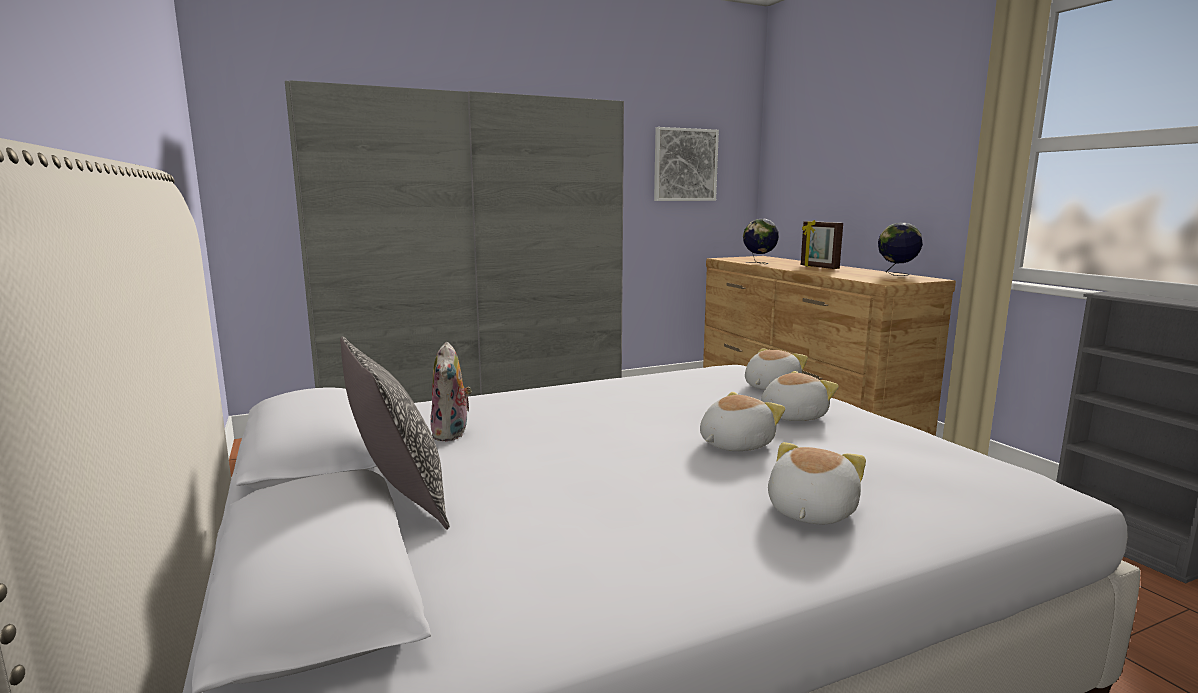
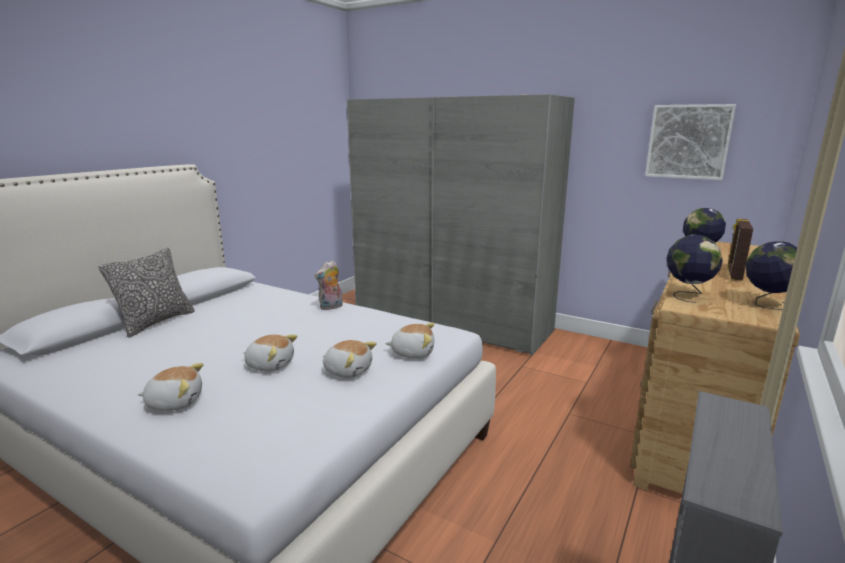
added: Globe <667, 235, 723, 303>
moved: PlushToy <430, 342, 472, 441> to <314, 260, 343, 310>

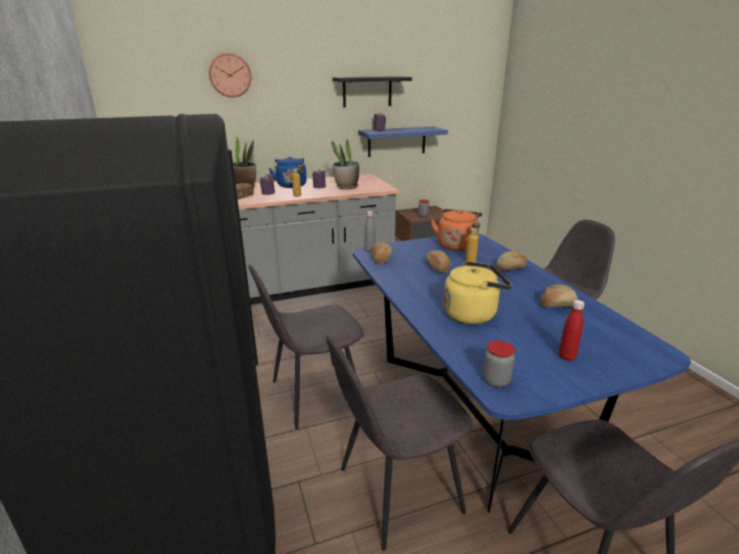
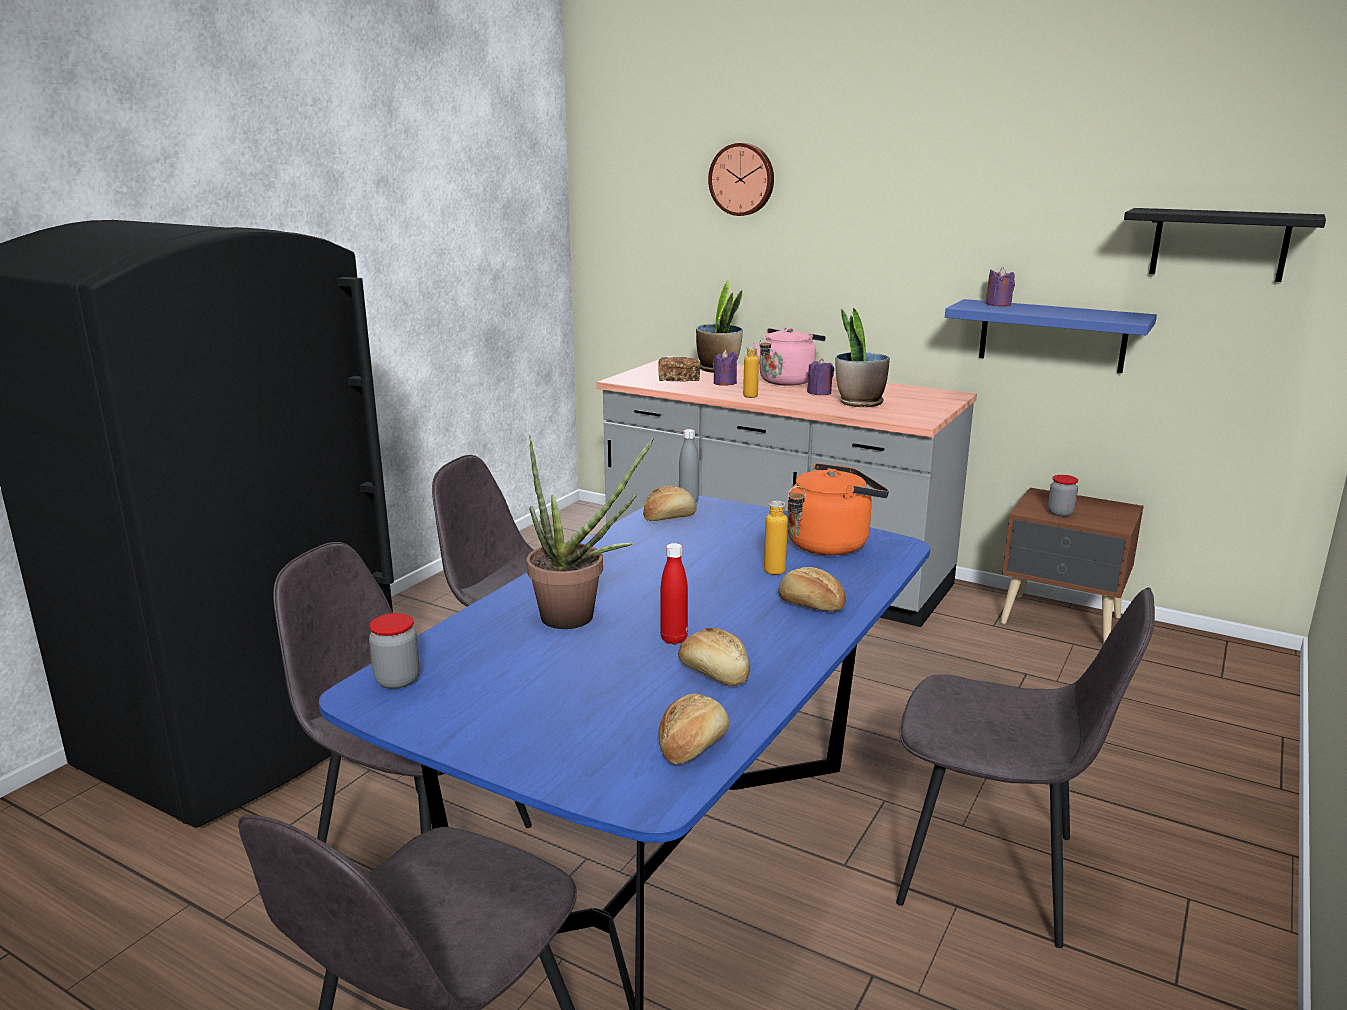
moved: BlackShelf <332, 76, 412, 108> to <1124, 208, 1326, 282>; Bread <426, 250, 450, 273> to <659, 694, 729, 764>; RedBottle <559, 300, 585, 361> to <660, 543, 688, 645>
replaced: YellowKettle <443, 261, 512, 324> to PottedPlant <526, 436, 654, 629>
recoloured: BlueKettle <269, 156, 307, 188> to PinkKettle <753, 327, 826, 386>

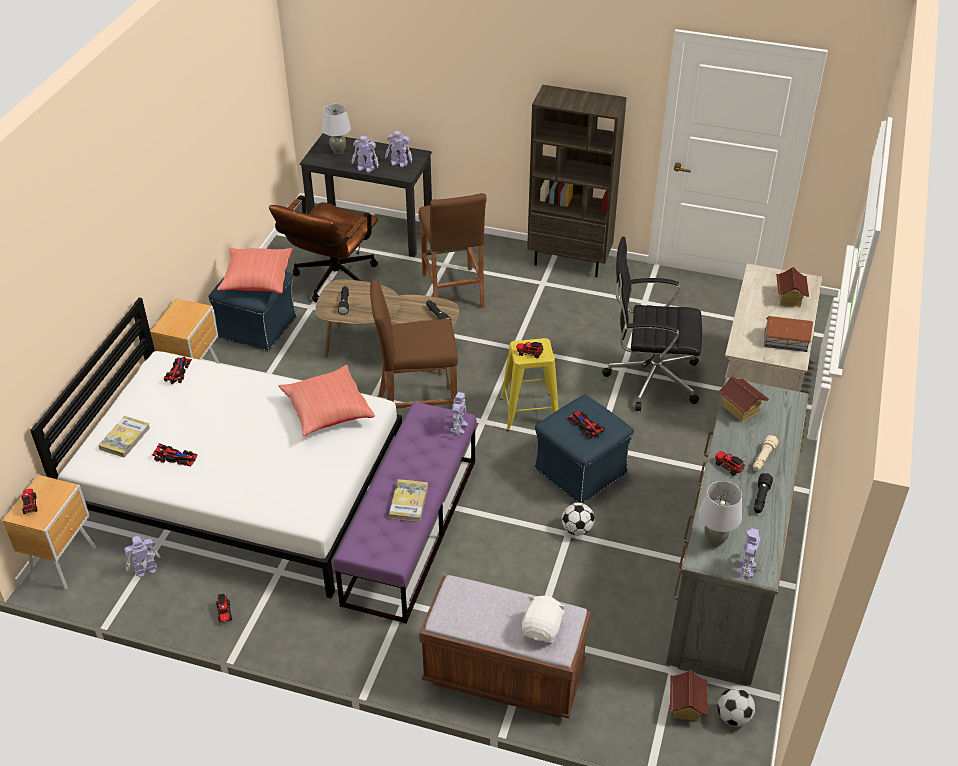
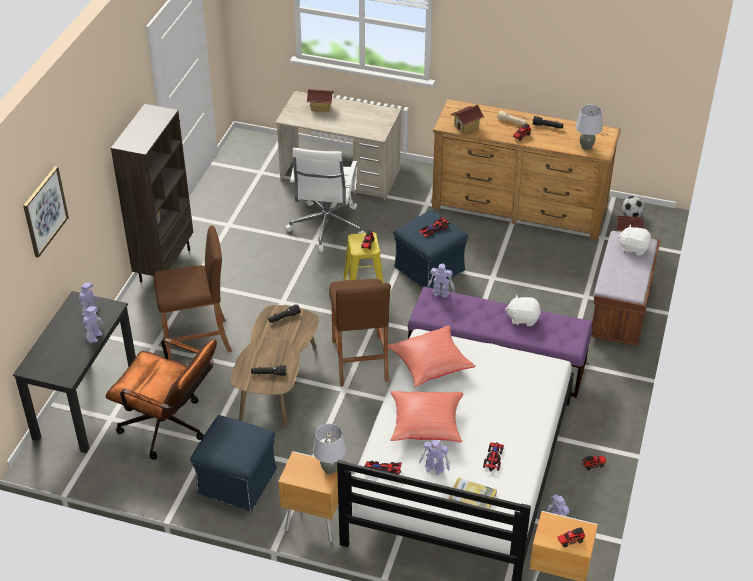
removed: Football <562, 503, 595, 536>; ToyHouse <764, 316, 813, 352>
added: Picture <23, 166, 69, 258>
moved: RedPillow <217, 248, 293, 294> to <390, 391, 463, 442>; GreyTableLamp <322, 104, 351, 154> to <313, 424, 346, 474>; ToyRobot <736, 528, 760, 580> to <419, 440, 450, 475>
replaced: Book <389, 479, 428, 522> to WhitePlushToy <505, 294, 541, 326>
recoloured: BlackOfficeChair <602, 236, 702, 411> to WhiteOfficeChair <285, 148, 365, 252>; GreyDresser <666, 378, 809, 685> to BrownDresser <432, 99, 621, 240>

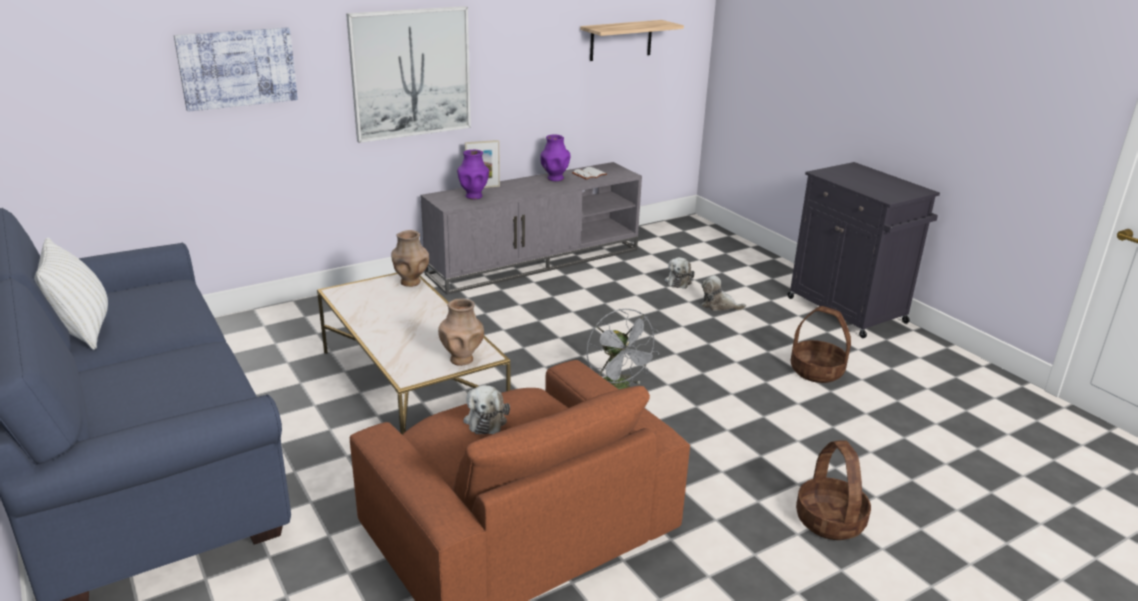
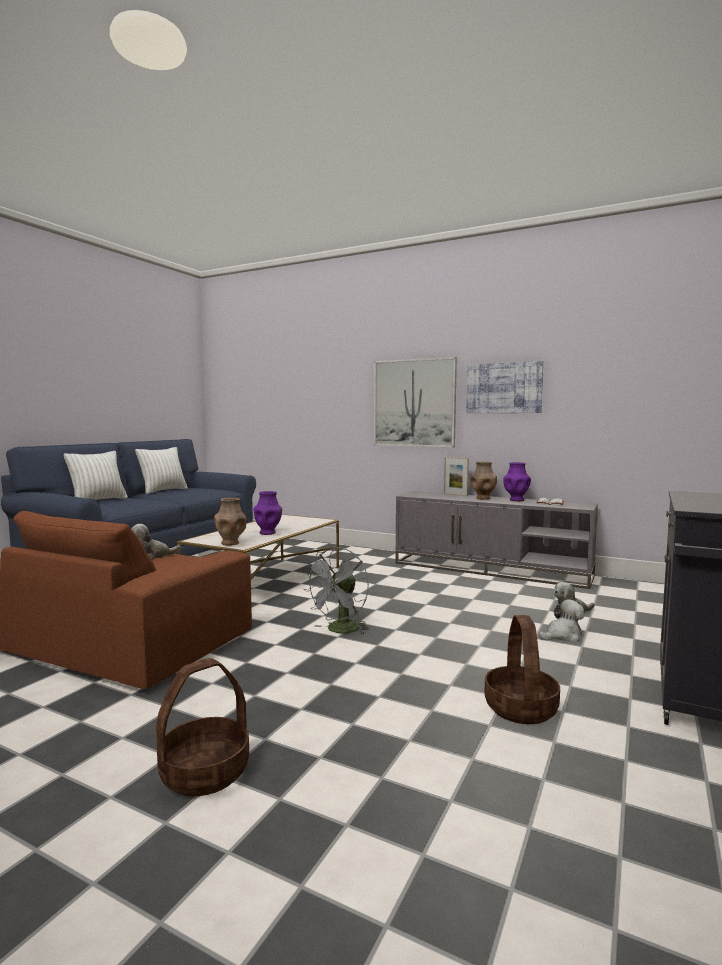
removed: Shelf <580, 20, 684, 61>
added: WhitePillow <64, 451, 128, 500>
moved: Picture <174, 27, 298, 112> to <466, 361, 543, 413>; BrownVase <391, 230, 429, 287> to <470, 462, 497, 500>; PurpleVase <457, 150, 489, 200> to <254, 491, 282, 535>
turned: PlushToy <701, 275, 746, 311> = <539, 599, 585, 642> 75 degrees clockwise

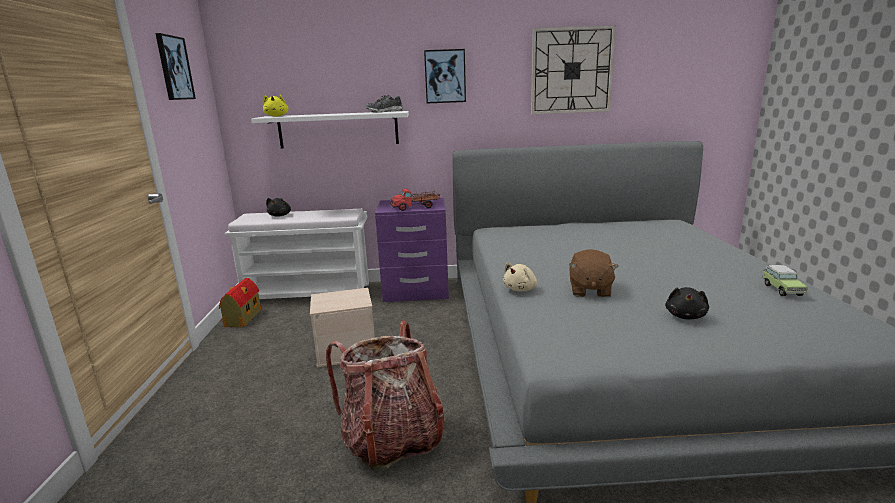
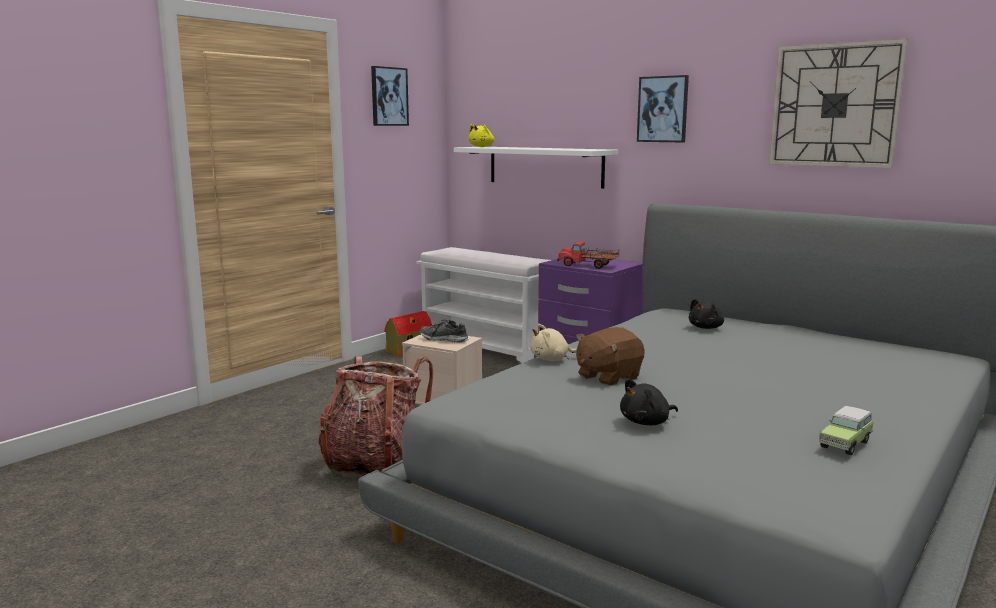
moved: BlackPlushToy <266, 198, 291, 217> to <689, 299, 724, 329>; Shoe <365, 95, 403, 113> to <420, 320, 469, 343>

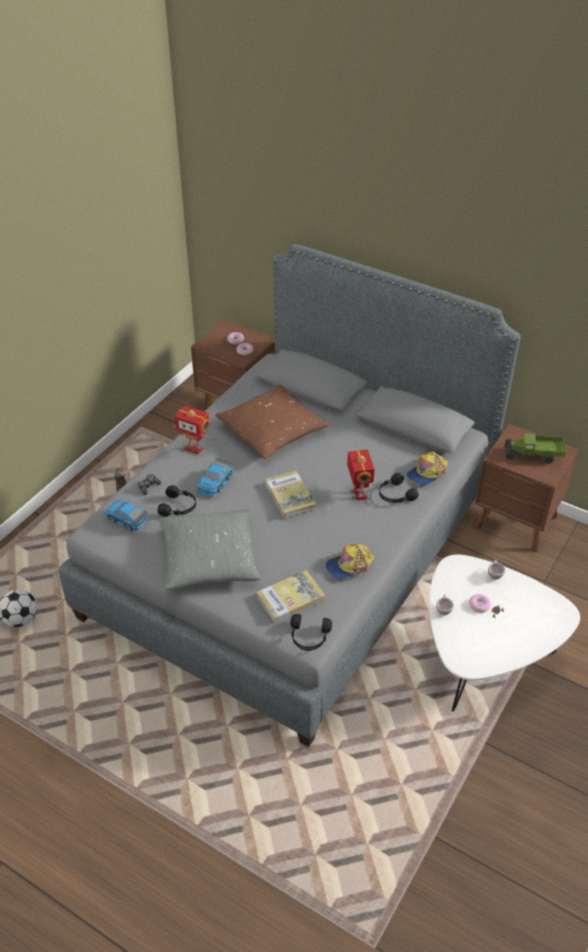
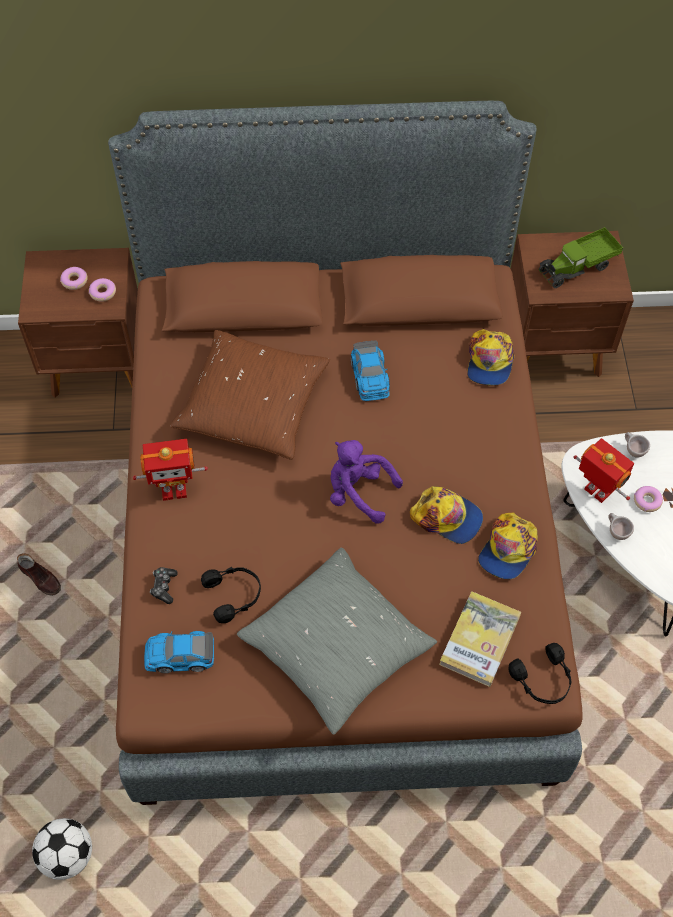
removed: BlackHeadphones <379, 473, 419, 503>
added: Cap <410, 486, 483, 544>
moved: ToyCar <197, 458, 233, 497> to <350, 341, 390, 401>; ToyRobot <347, 449, 375, 500> to <574, 438, 634, 503>
replaced: Book <265, 471, 316, 518> to PurplePlushToy <330, 440, 403, 524>
recoloured: GreyBed <59, 244, 521, 747> to BrownBed <108, 101, 583, 805>

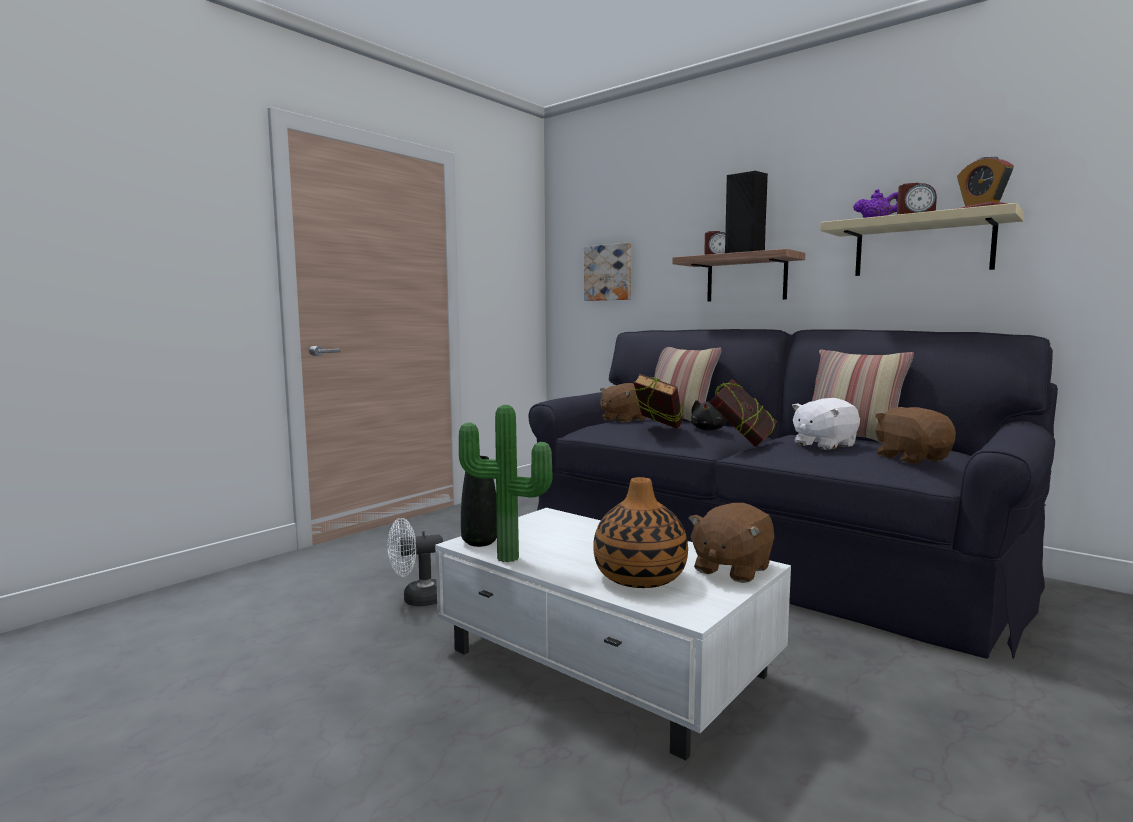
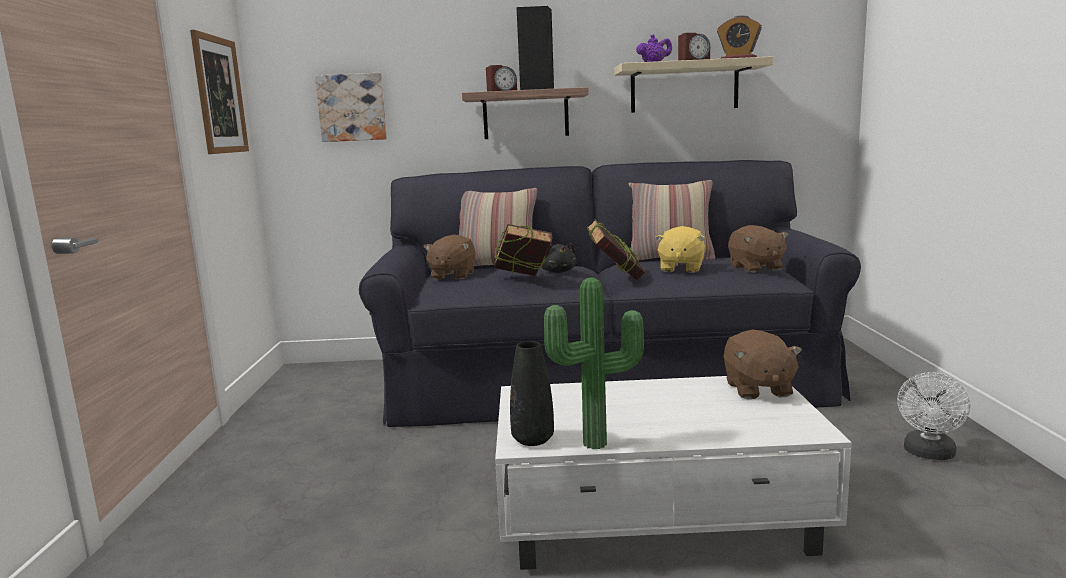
removed: Vase <593, 477, 688, 588>
added: Picture <190, 30, 249, 154>
moved: WhiteFan <387, 518, 443, 606> to <897, 372, 970, 460>
recoloured: WhitePlushToy <792, 398, 860, 450> to YellowPlushToy <655, 226, 705, 273>
turned: BrownPlushToy <875, 407, 956, 464> = <728, 225, 789, 273> 135 degrees counterclockwise

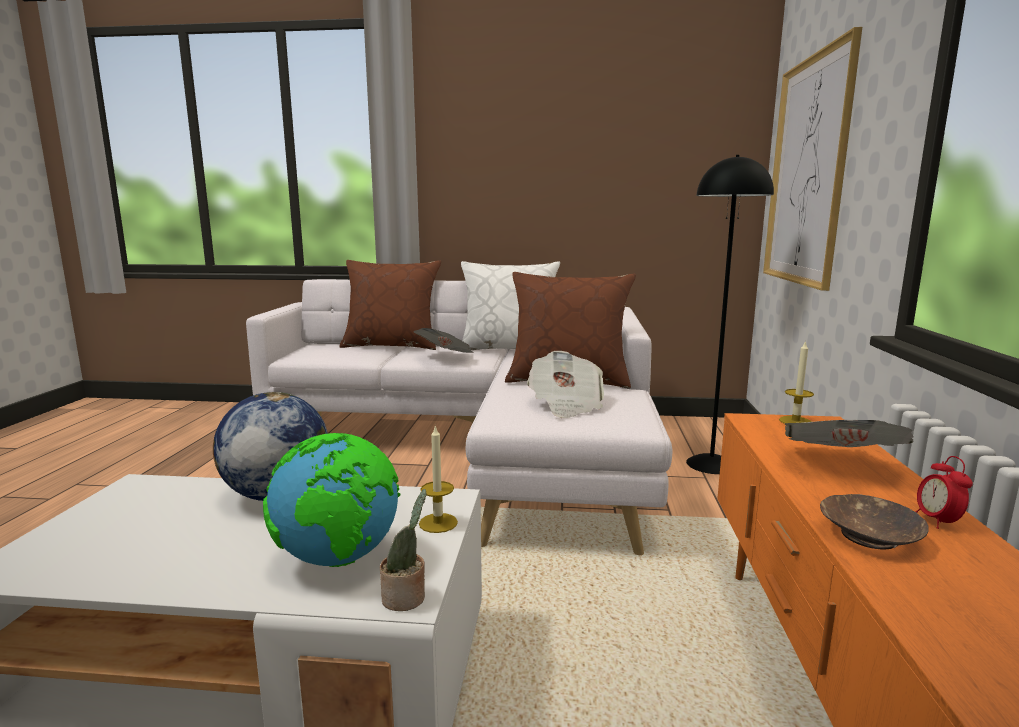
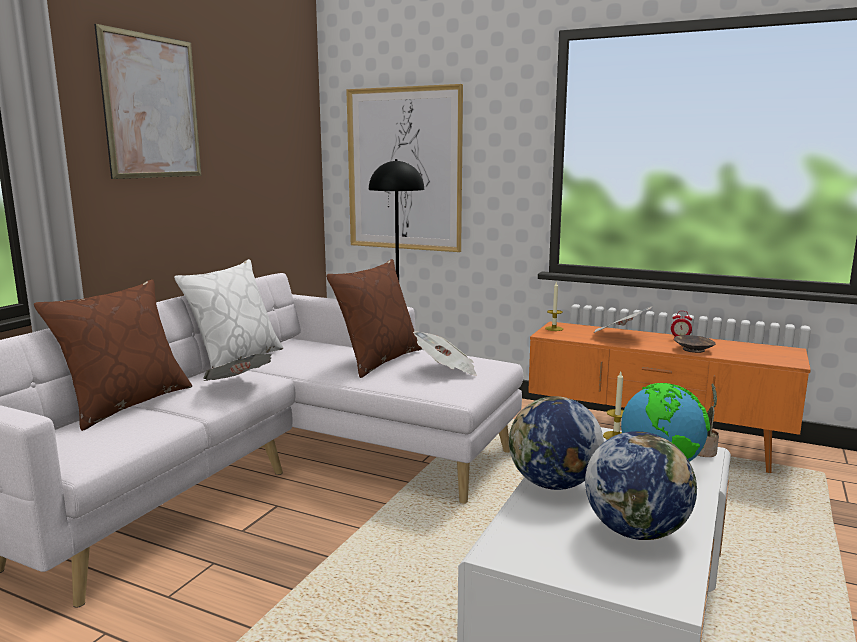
added: Picture <94, 24, 201, 179>; Globe <585, 431, 697, 540>

